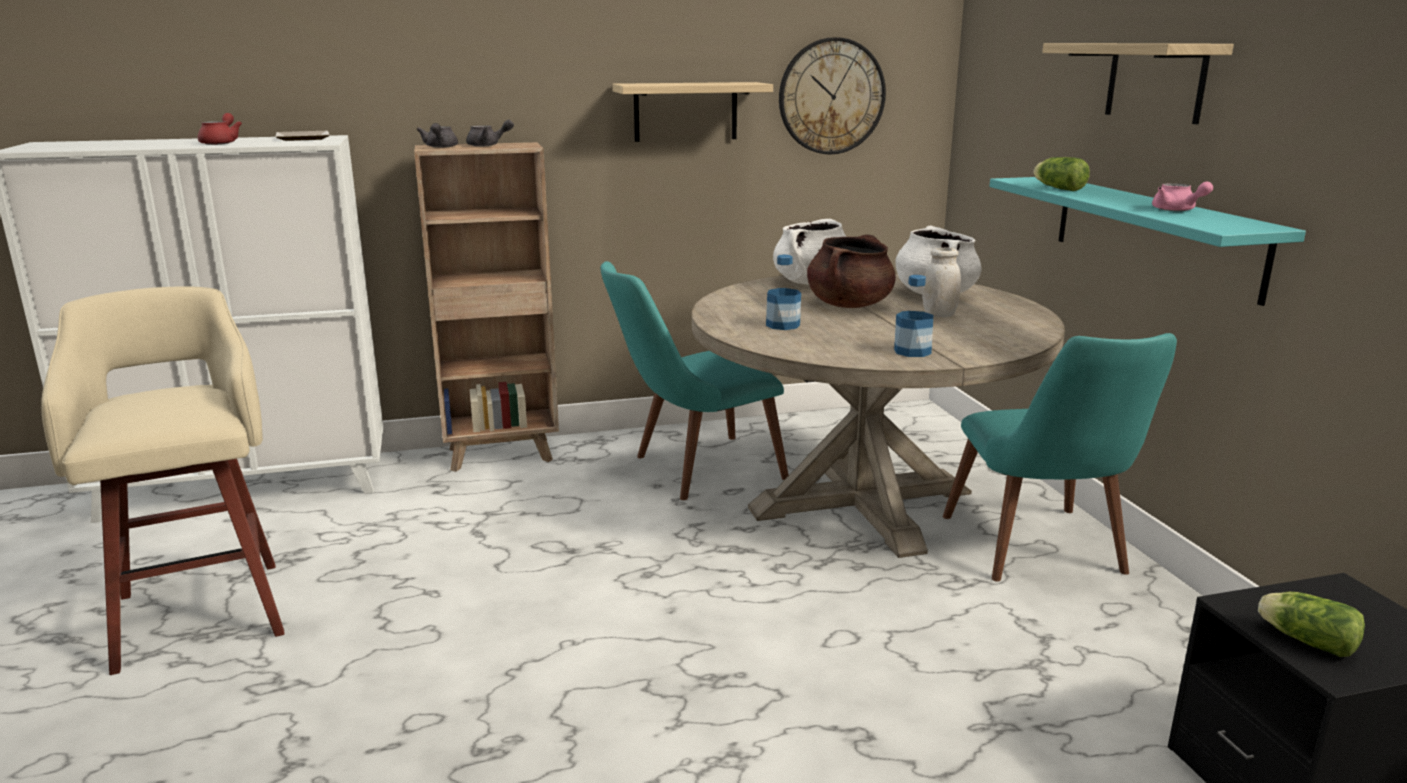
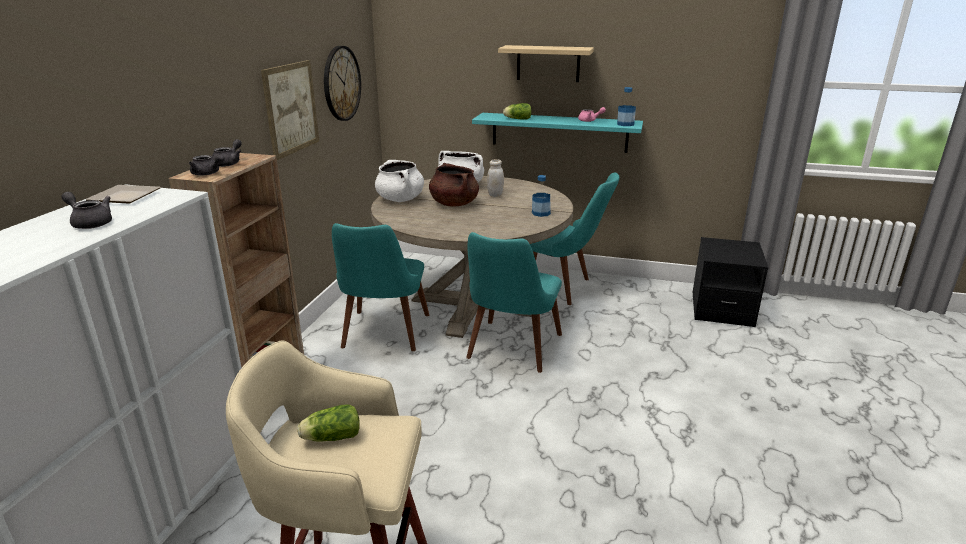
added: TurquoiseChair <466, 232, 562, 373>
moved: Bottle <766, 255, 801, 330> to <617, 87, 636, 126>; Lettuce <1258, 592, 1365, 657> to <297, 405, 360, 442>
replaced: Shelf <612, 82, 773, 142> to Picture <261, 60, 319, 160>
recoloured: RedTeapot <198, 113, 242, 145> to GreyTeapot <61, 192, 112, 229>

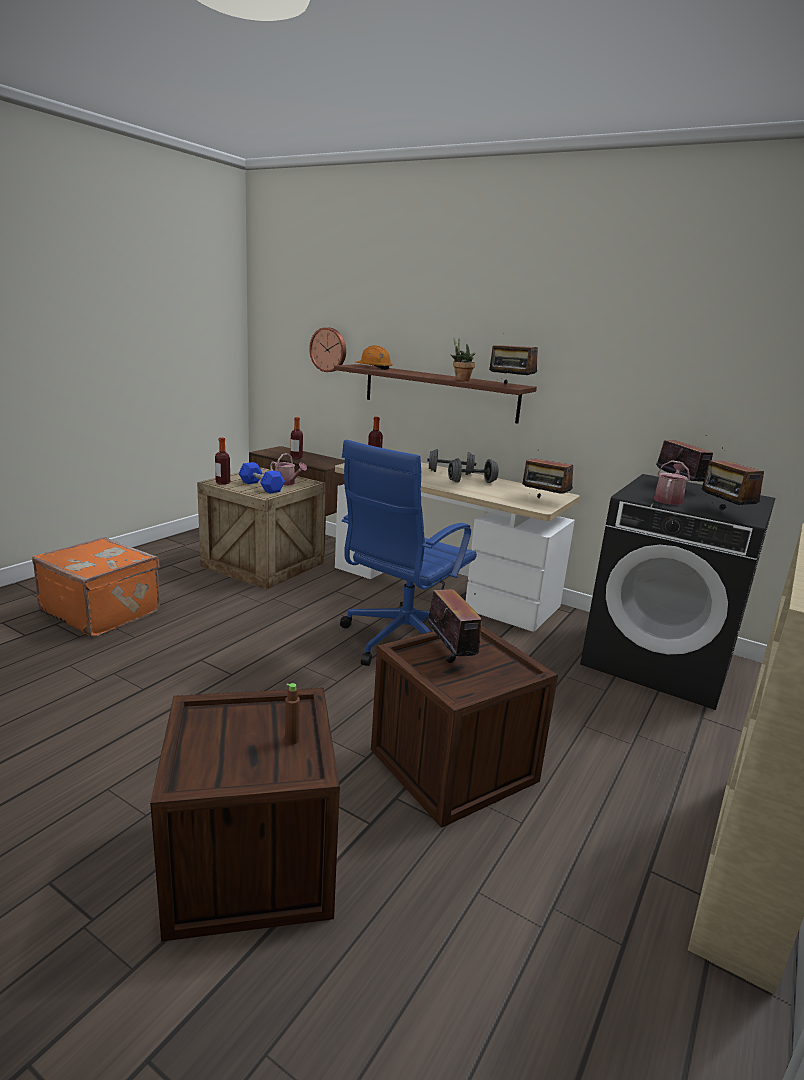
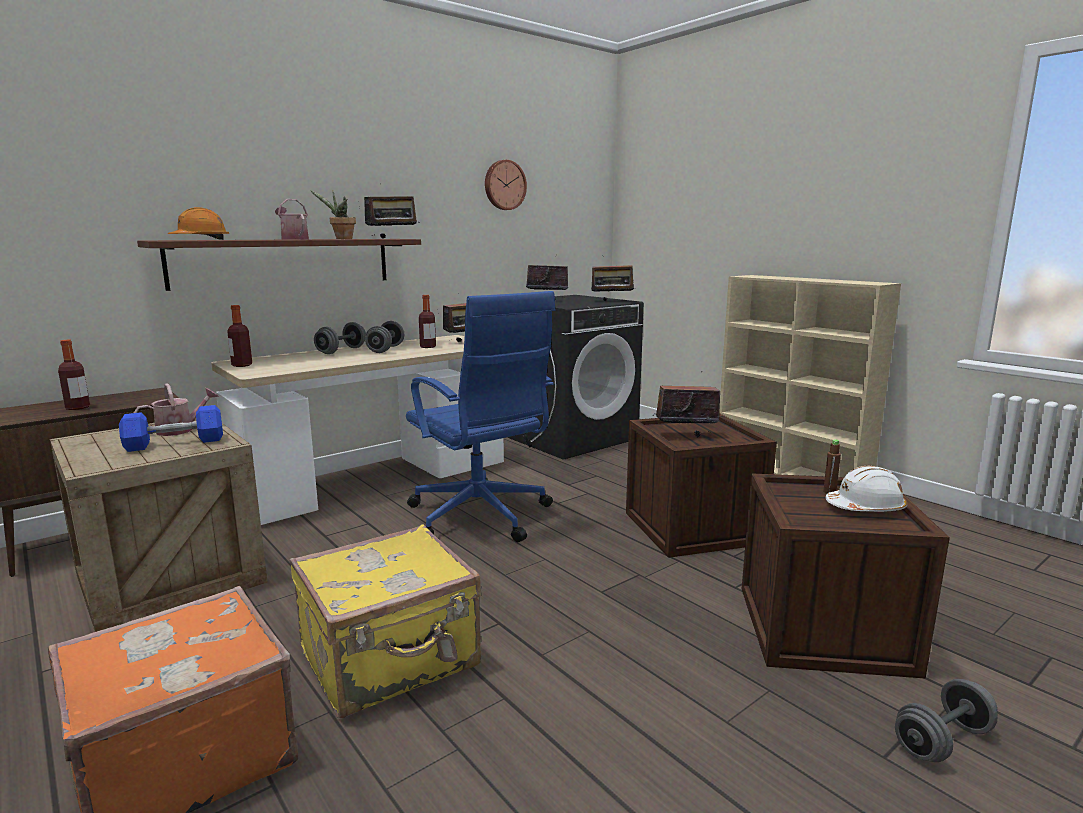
added: YellowSuitcase <289, 524, 481, 718>; WhiteHardHat <825, 466, 907, 512>; GreyDumbbell <895, 679, 998, 762>
moved: Bottle <215, 437, 230, 485> to <419, 295, 436, 348>; WallClock <309, 327, 346, 372> to <485, 160, 527, 210>; WateringCan <654, 460, 690, 505> to <275, 199, 309, 240>

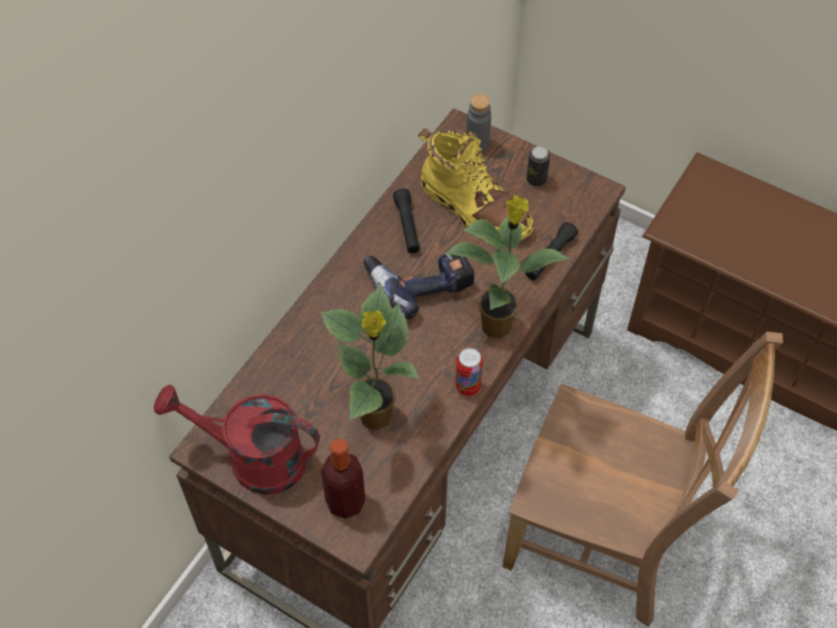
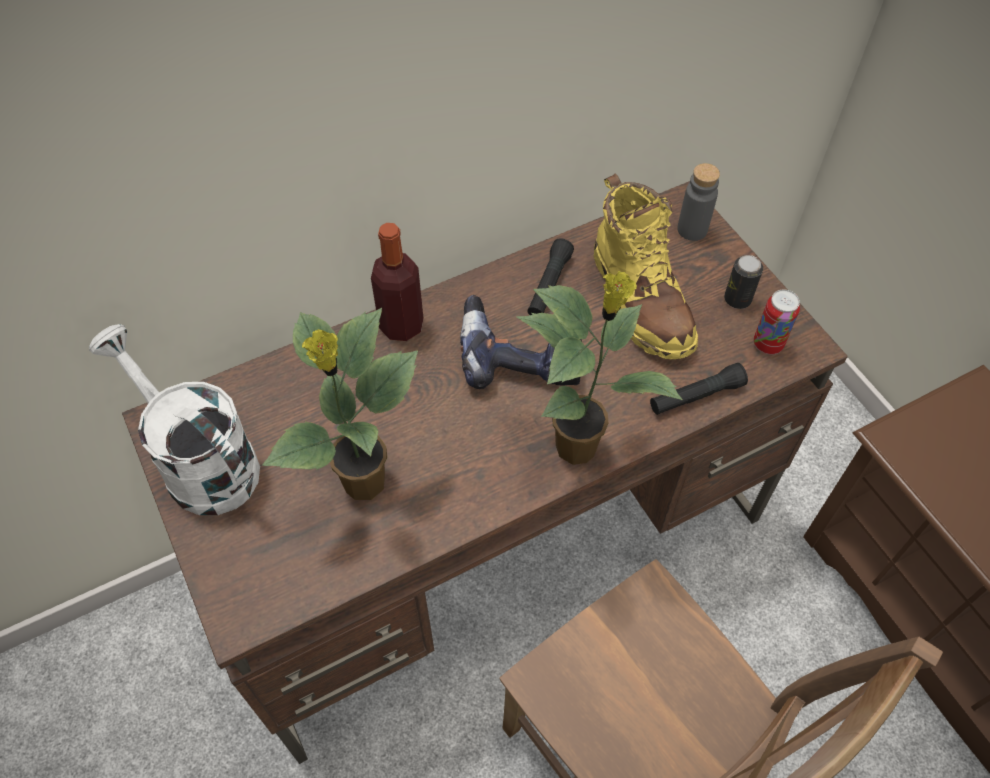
moved: Bottle <321, 439, 365, 519> to <371, 223, 424, 341>; Can <455, 348, 483, 396> to <754, 289, 800, 355>
recoloured: RedWateringCan <154, 384, 320, 495> to WhiteWateringCan <89, 324, 260, 515>

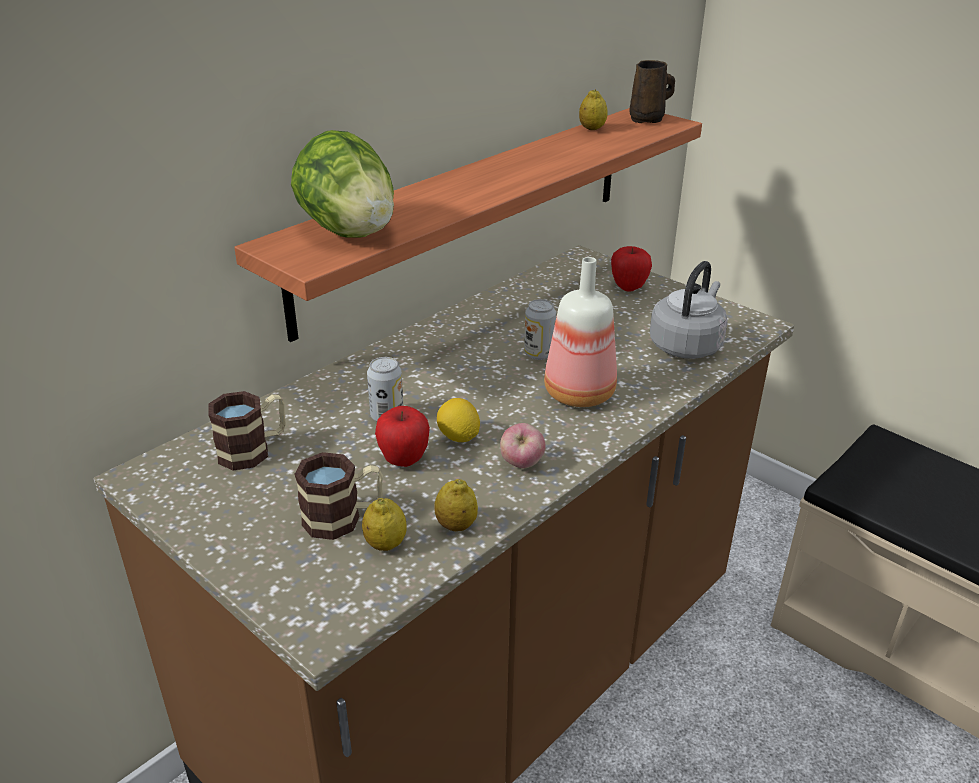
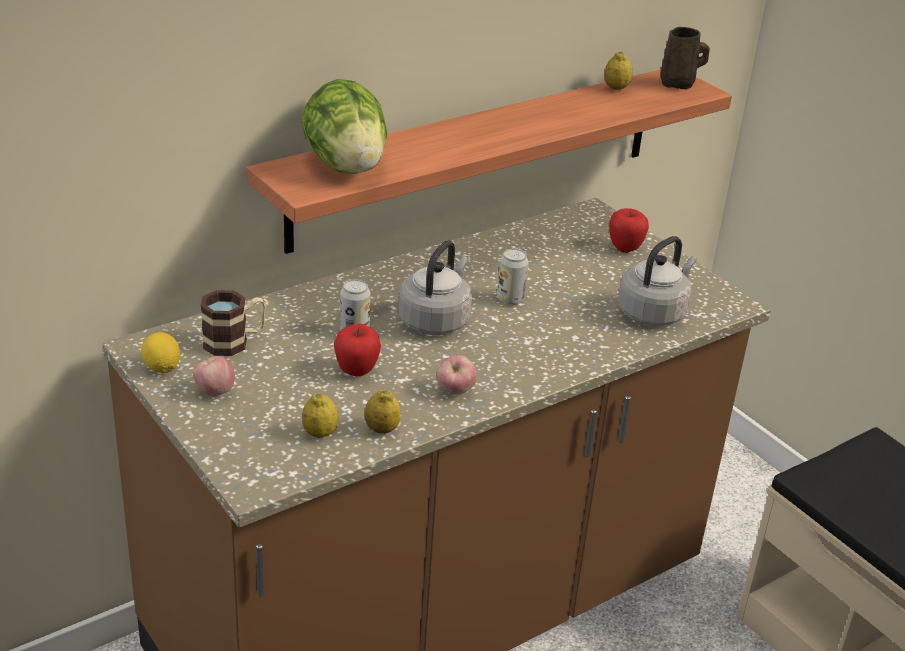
removed: Mug <294, 452, 383, 540>; Bottle <544, 257, 617, 407>
added: Apple <193, 357, 235, 396>; GreyKettle <399, 240, 472, 335>
moved: Lemon <437, 398, 480, 442> to <141, 332, 180, 373>

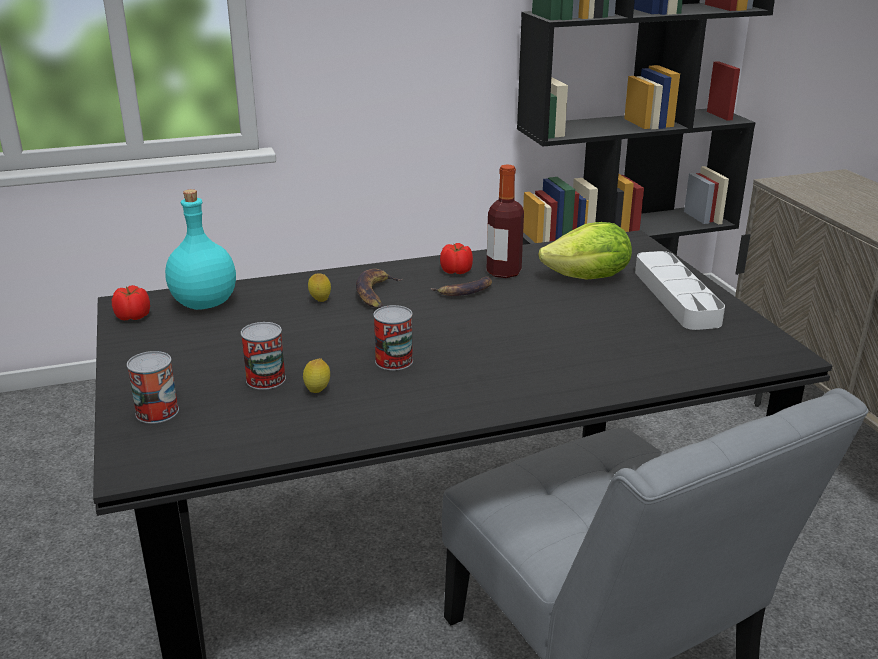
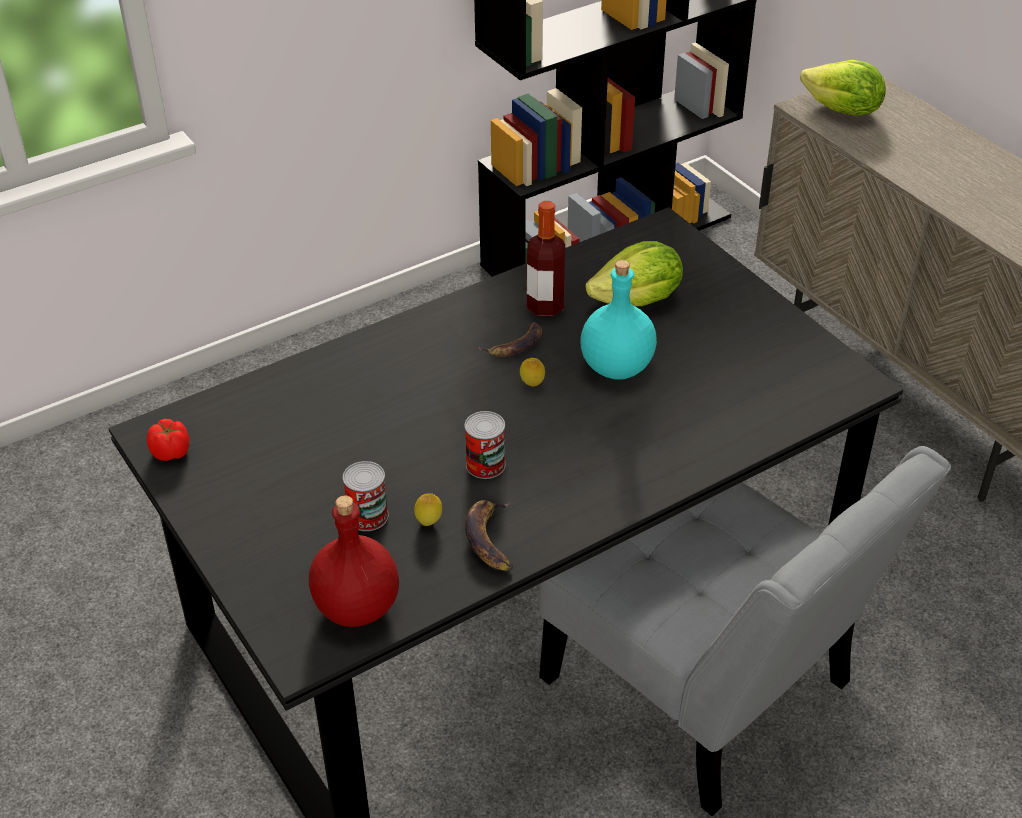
removed: Can <127, 351, 179, 424>; Tomato <440, 243, 473, 274>; GreyTray <635, 251, 725, 330>
added: RedBottle <309, 496, 399, 627>; Lettuce <800, 60, 886, 116>
moved: TurquoiseBottle <165, 189, 236, 310> to <580, 260, 657, 380>; Lemon <308, 273, 331, 302> to <520, 358, 545, 387>; Banana <356, 269, 402, 308> to <465, 500, 513, 571>

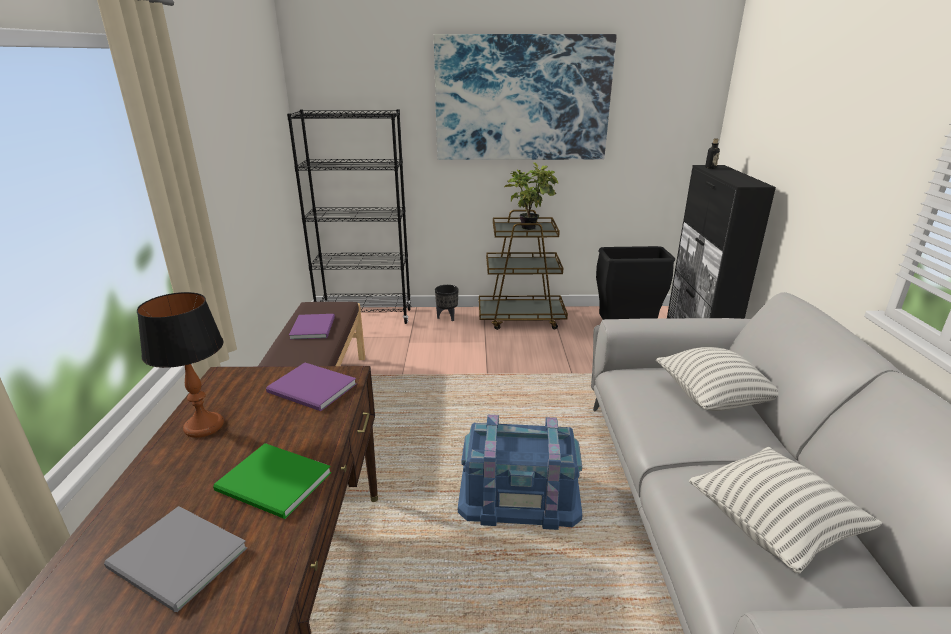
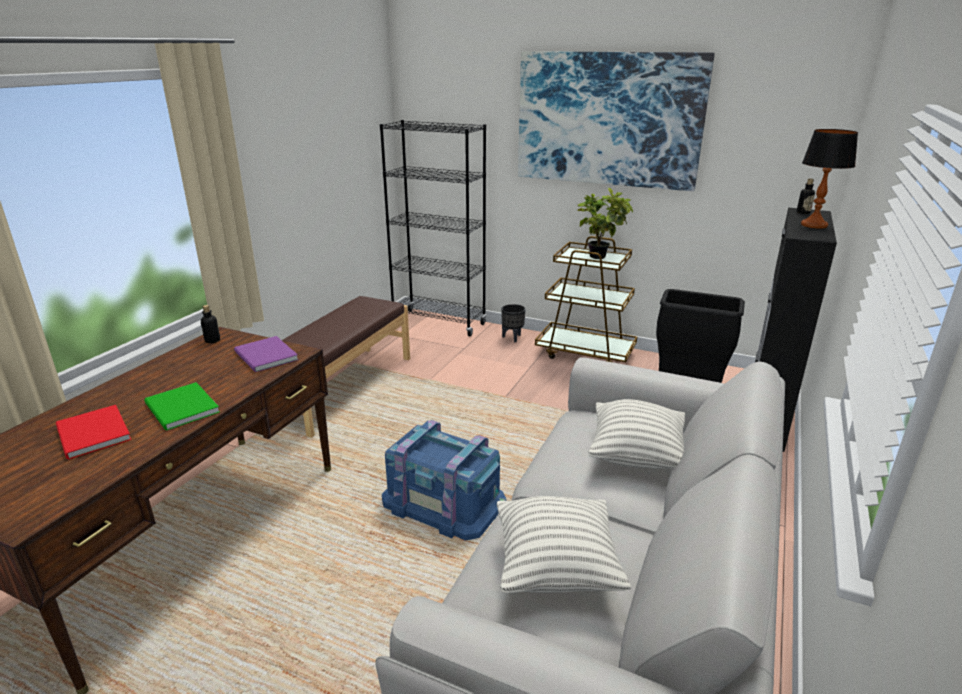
removed: PurpleBook <289, 314, 335, 339>
added: Bottle <201, 305, 220, 343>
moved: TableLamp <137, 292, 224, 438> to <801, 129, 858, 229>
recoloured: GreyBook <104, 506, 247, 612> to RedBook <56, 405, 131, 459>

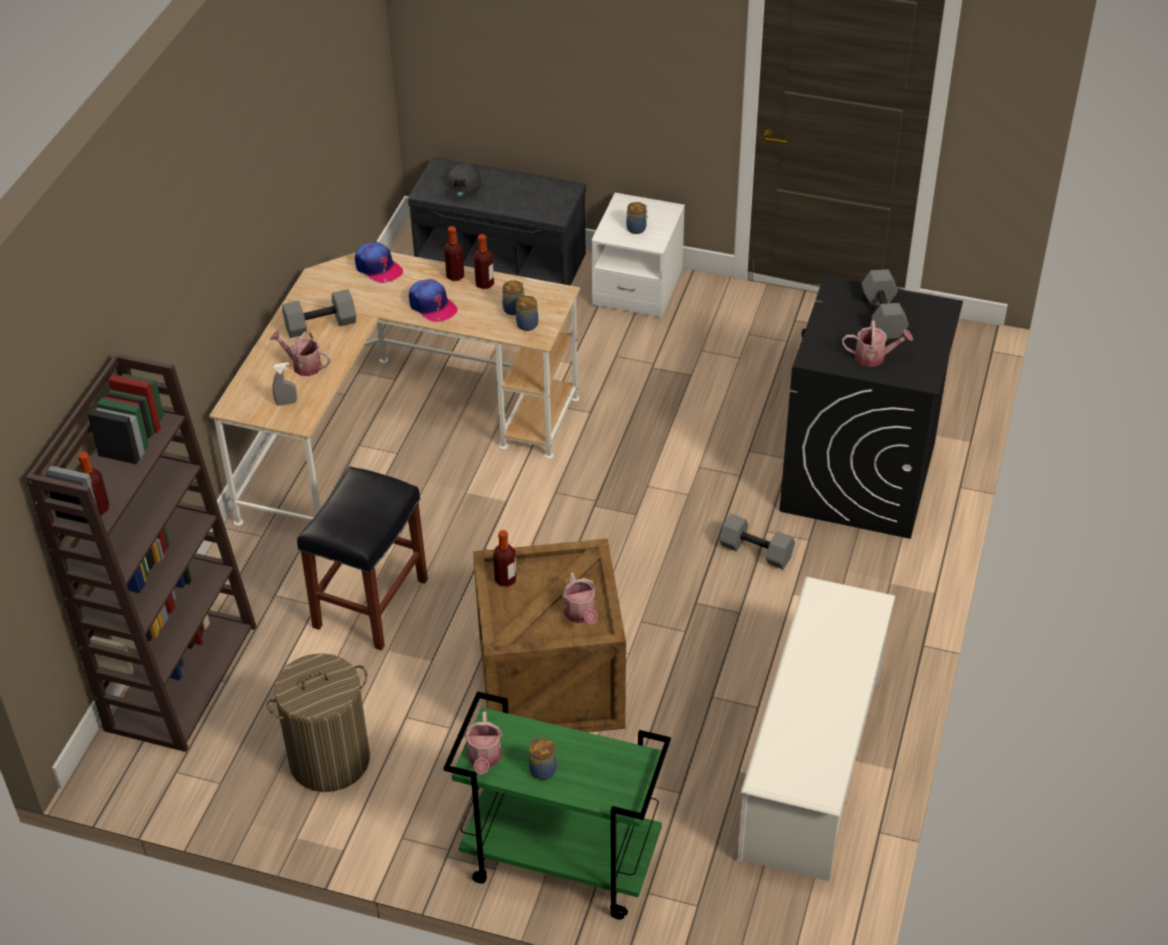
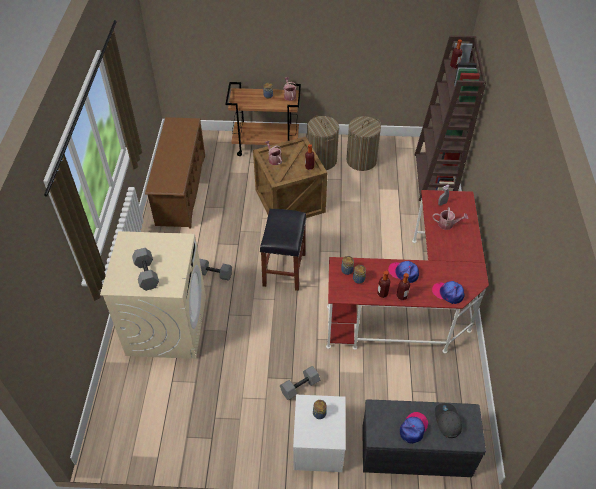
removed: WateringCan <842, 320, 913, 367>
added: LaundryBasket <307, 116, 339, 170>; Cap <400, 412, 428, 444>
moved: GreyDumbbell <282, 289, 356, 338> to <280, 366, 320, 400>; BlackStool <297, 466, 428, 651> to <260, 209, 306, 291>
recoloured: BeigeDesk <209, 252, 580, 526> to RedDesk <326, 190, 489, 353>; GreenCart <444, 691, 671, 920> to BrownCart <225, 82, 301, 156>; WhiteShoeRack <737, 577, 895, 881> to BrownShoeRack <145, 117, 205, 229>; BlackWashingMachine <780, 276, 963, 539> to BeigeWashingMachine <100, 231, 206, 359>

